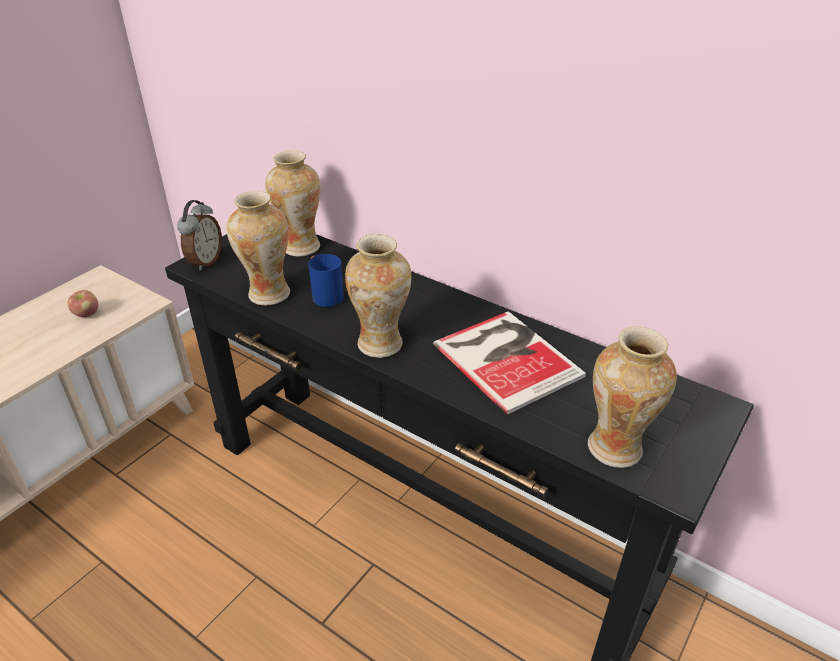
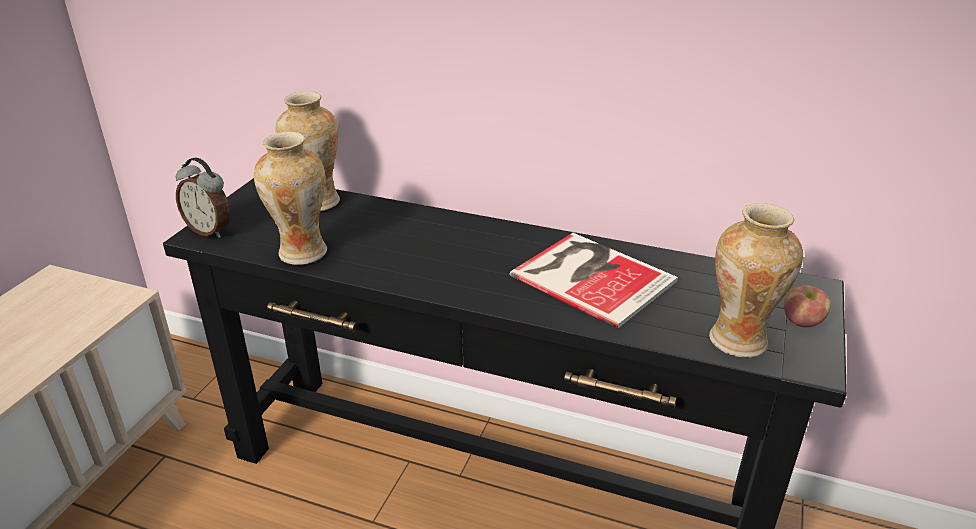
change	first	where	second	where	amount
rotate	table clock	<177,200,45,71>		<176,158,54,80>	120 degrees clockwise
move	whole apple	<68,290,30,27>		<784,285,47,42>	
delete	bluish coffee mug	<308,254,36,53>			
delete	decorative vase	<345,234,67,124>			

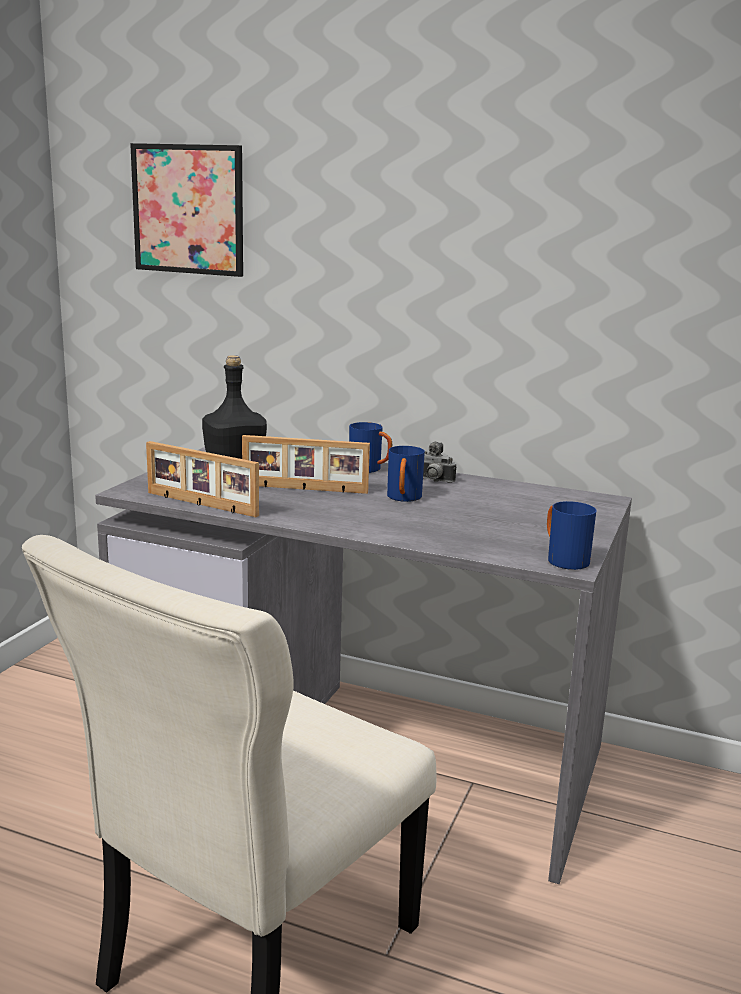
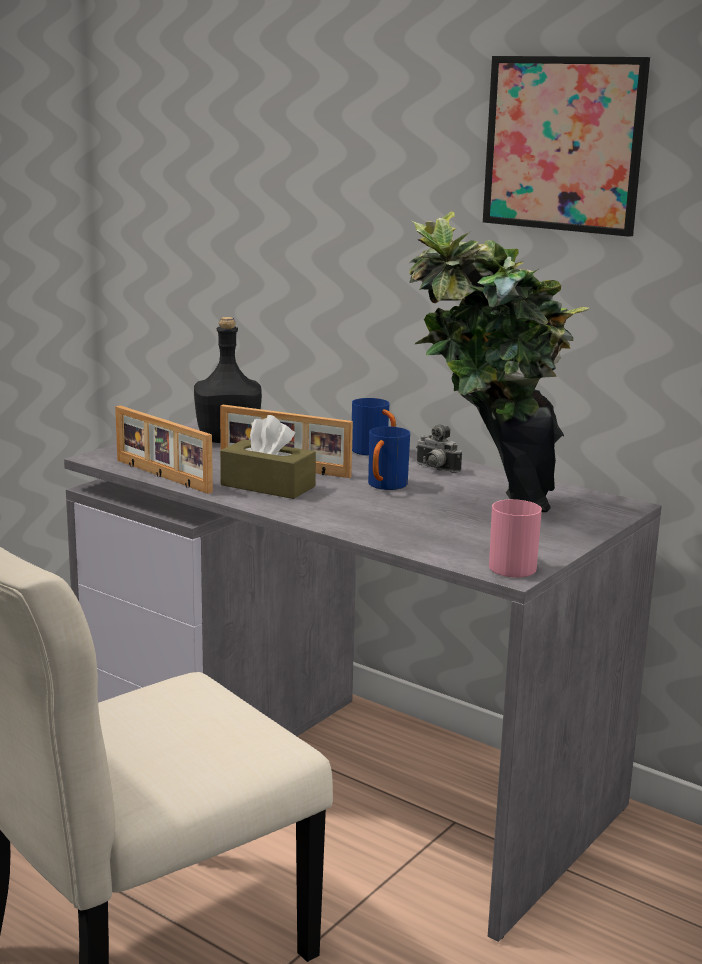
change	first	where	second	where	amount
insert			brown-coloured box of tissues	<220,415,96,84>	
insert			plant in a pot	<409,212,181,300>	
move	picture	<130,143,113,134>		<483,56,167,181>	
recolor	bluish coffee mug	<547,501,49,69>	pink coffee mug	<489,499,53,78>	

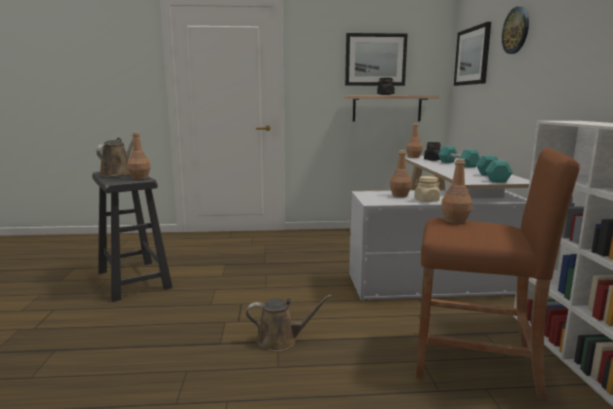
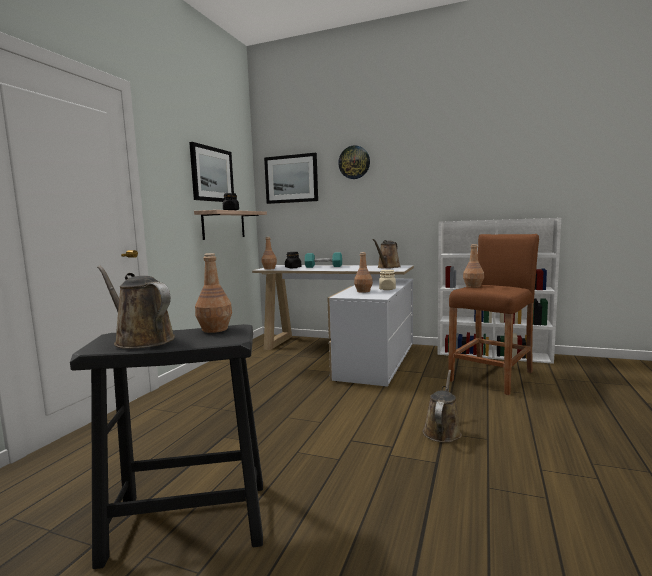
change	first	where	second	where	amount
replace	turquoise-coloured free weight	<476,155,37,28>	brown-coloured watering pot	<372,239,29,30>	

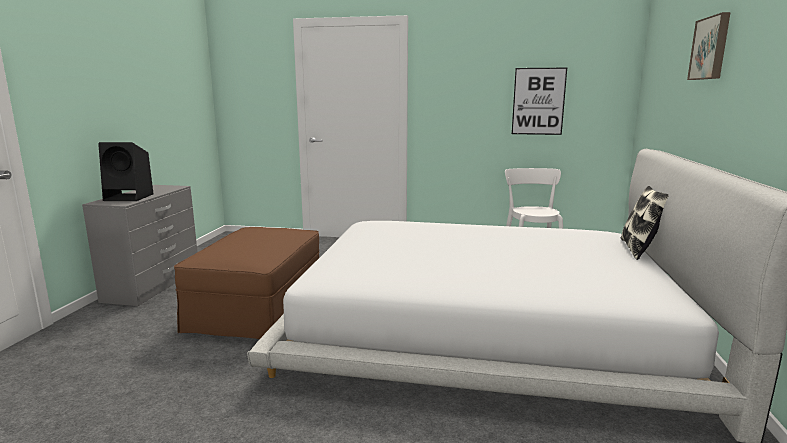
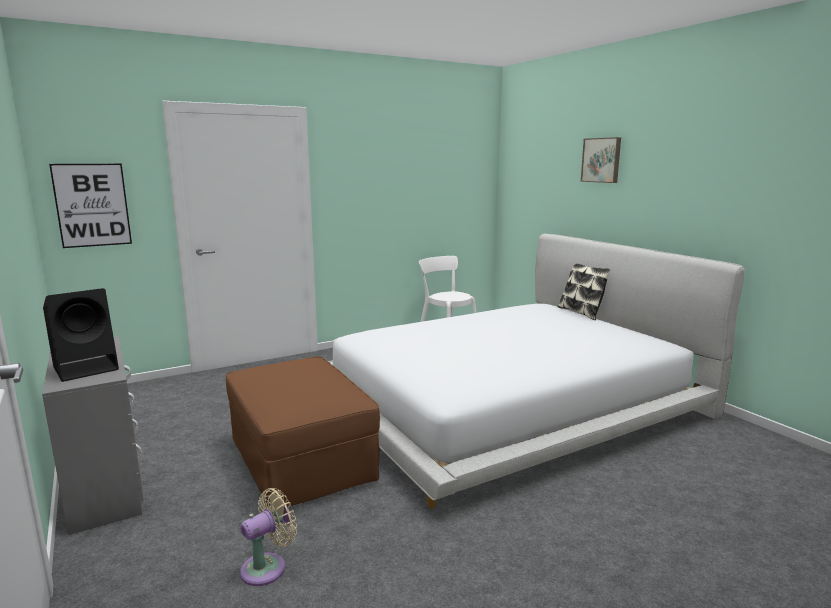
change	first	where	second	where	amount
move	picture	<512,68,55,67>		<49,164,83,84>	
insert			sand-coloured fan	<240,488,57,98>	

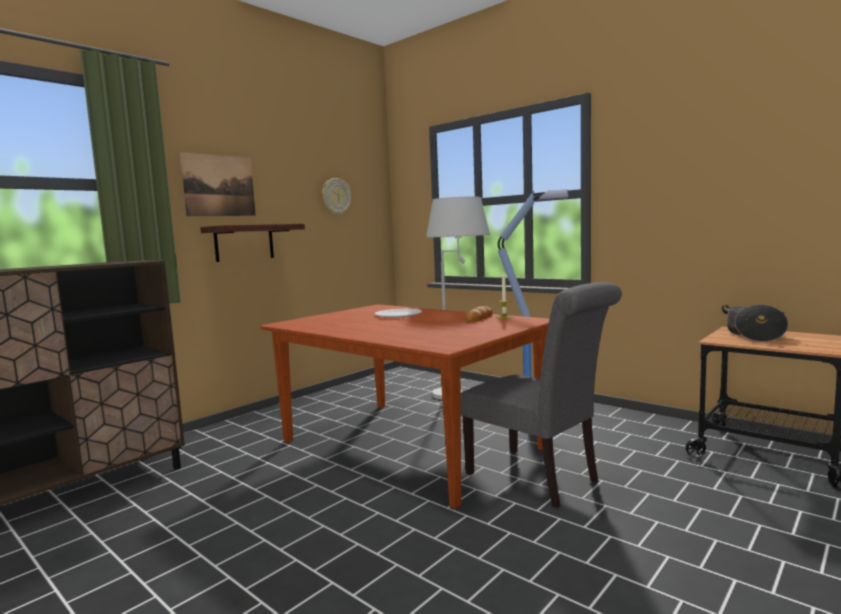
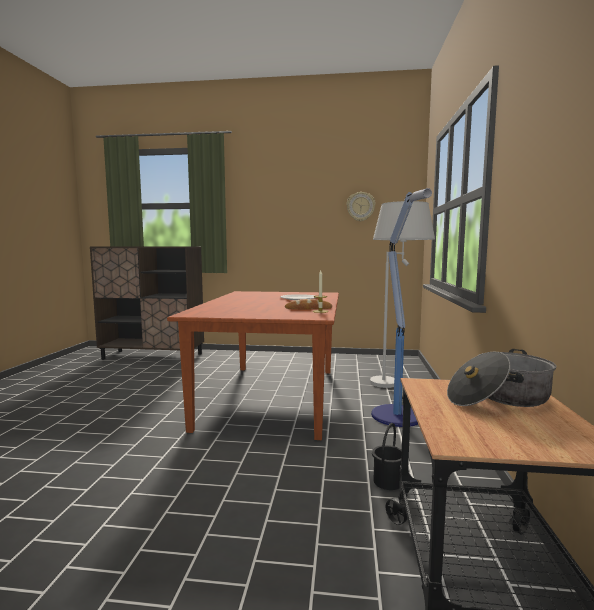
change	first	where	second	where	amount
insert			blackish bucket	<372,423,30,67>	
delete	picture	<179,152,77,64>			
delete	shelf	<200,224,105,38>			
delete	grey plain chair	<461,282,161,226>			

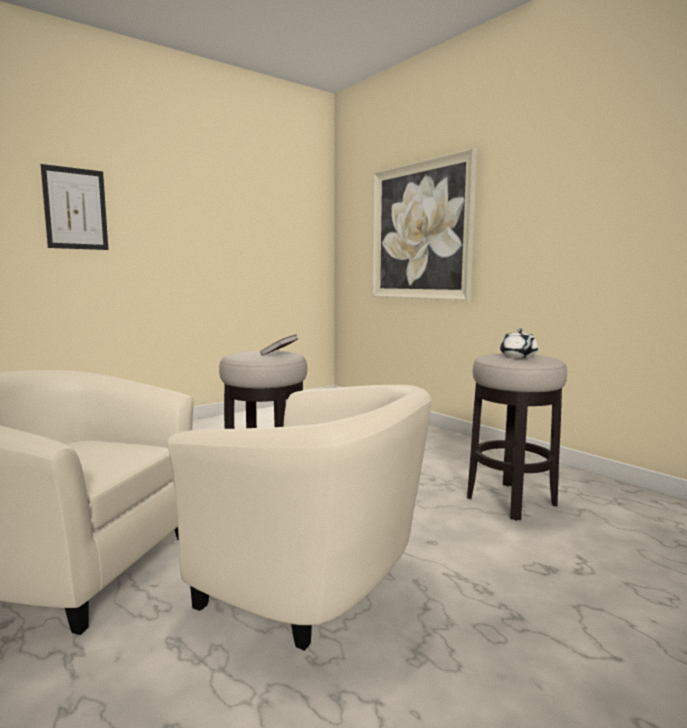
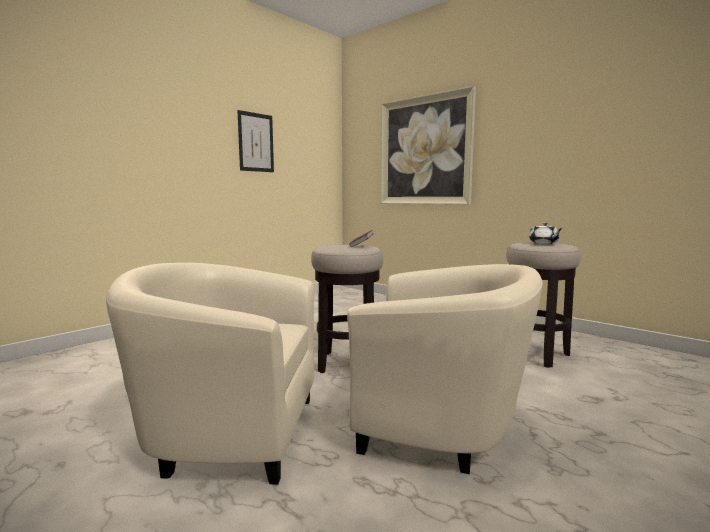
change	first	where	second	where	amount
move	picture	<41,164,67,86>		<237,110,37,62>	

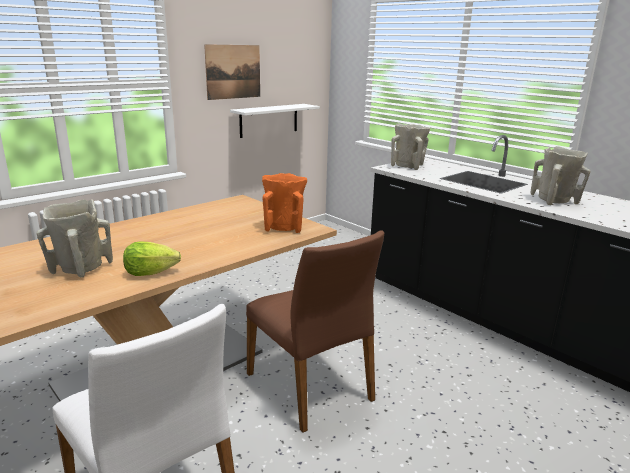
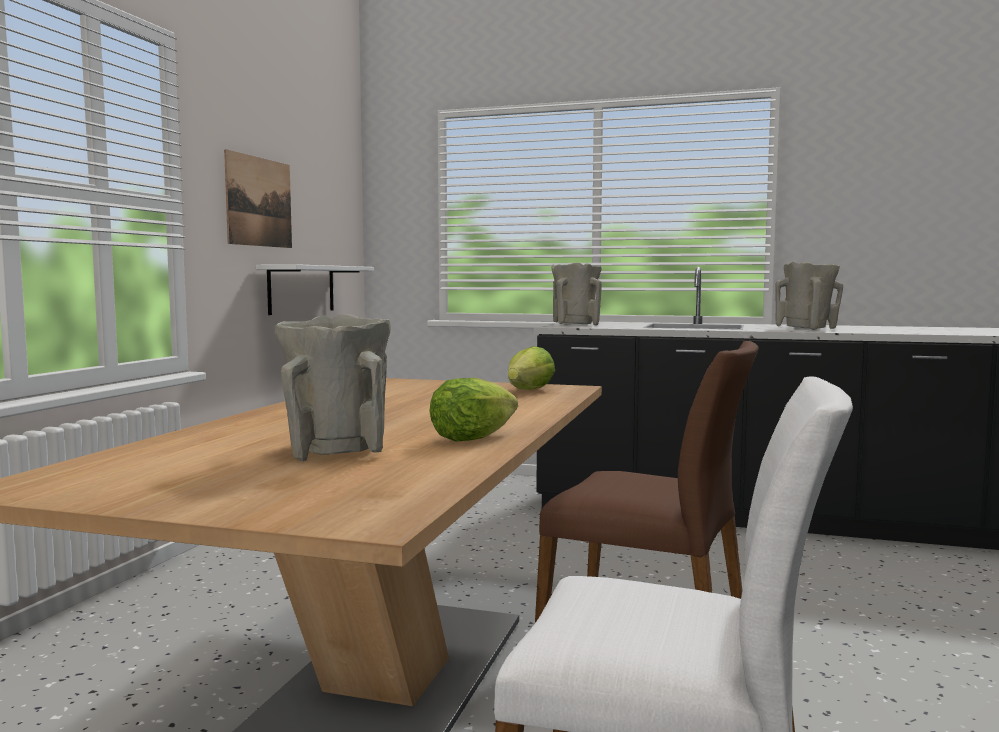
change	first	where	second	where	amount
replace	orange decorative vase	<262,173,45,60>	lettuce head	<508,346,47,43>	

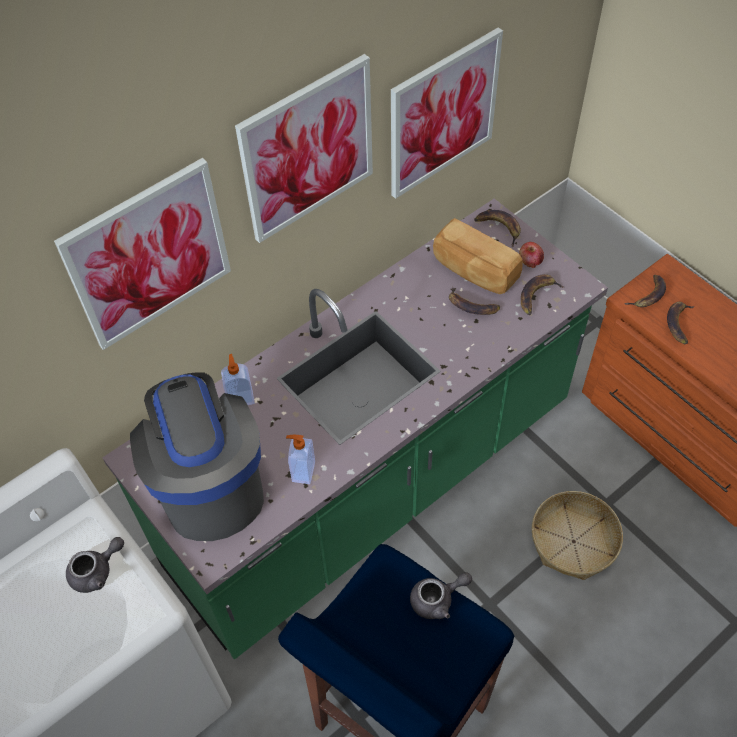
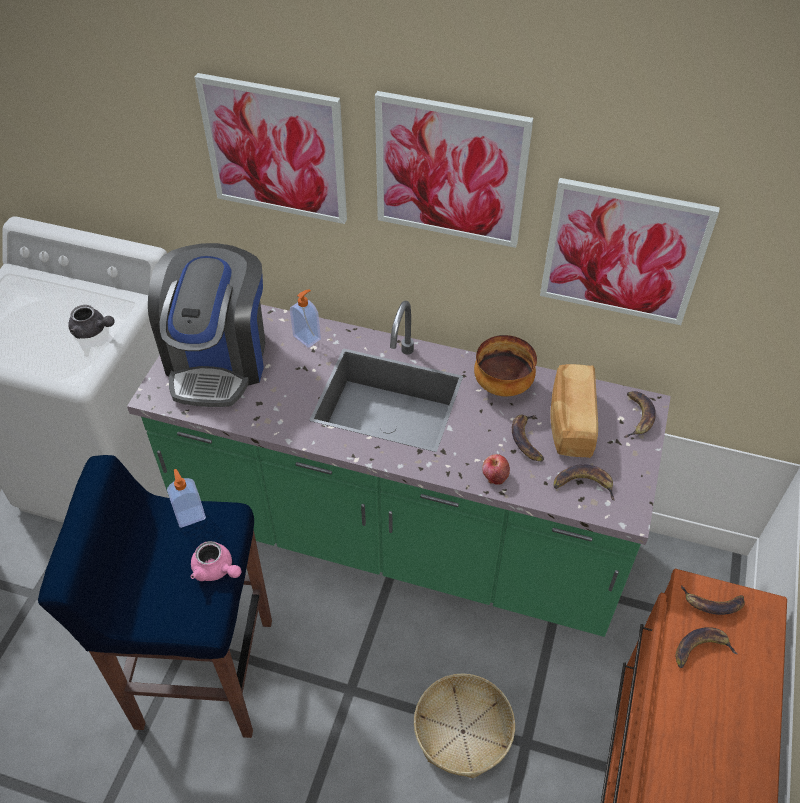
change	first	where	second	where	amount
rotate	coffee machine	<130,372,134,169>		<148,243,117,164>	150 degrees clockwise
move	soap dispenser	<286,435,29,49>		<167,469,39,59>	
recolor	grey teapot	<410,572,62,47>	pink teapot	<191,541,50,40>	
insert			serving bowl	<474,335,63,61>	
move	whole apple	<519,242,25,26>		<482,454,28,31>	

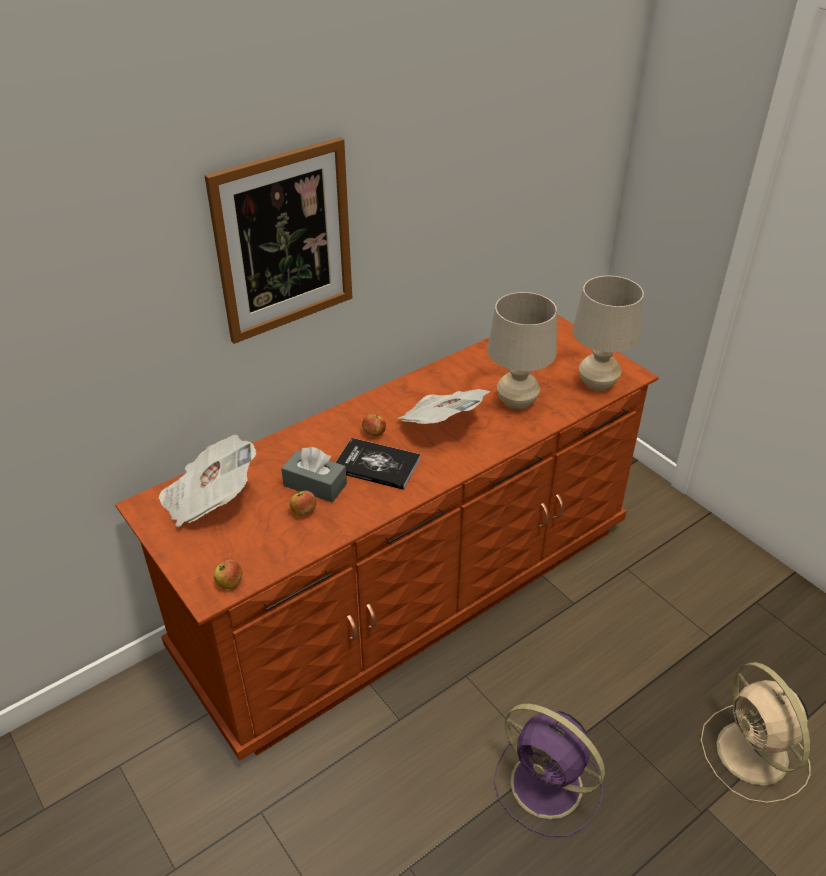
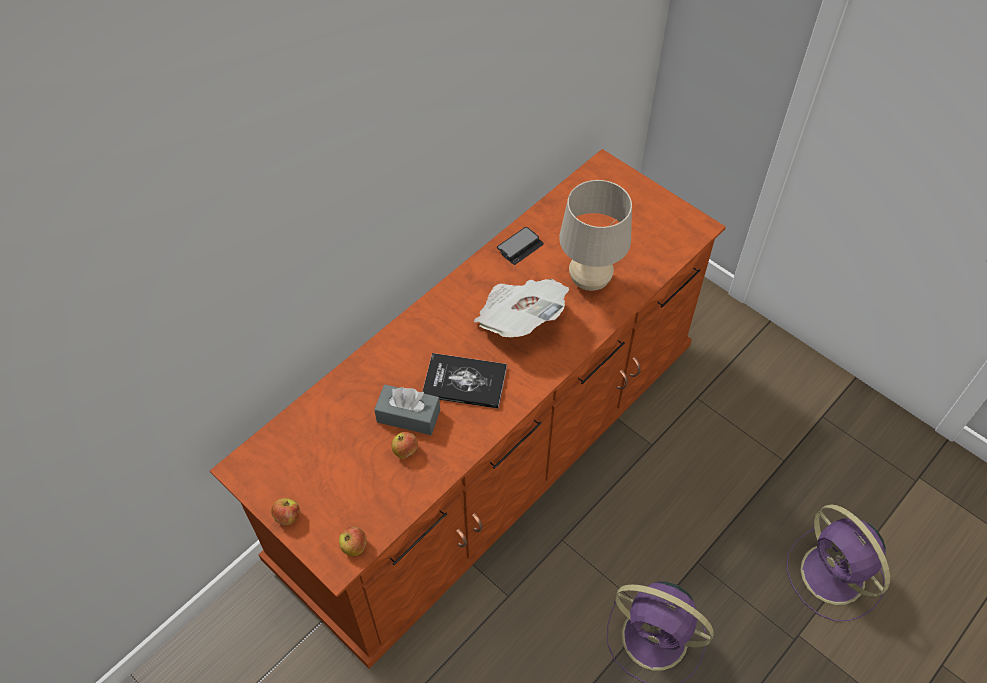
change	first	where	second	where	amount
move	whole apple	<362,414,24,23>		<271,498,29,27>	
insert			handset	<497,227,47,38>	
recolor	sand-coloured fan	<701,662,110,141>	purplish fan	<786,505,104,116>	
delete	daily paper	<159,435,97,92>			
delete	picture	<205,137,147,207>			
delete	sand-coloured lamp for a table	<573,276,71,115>			

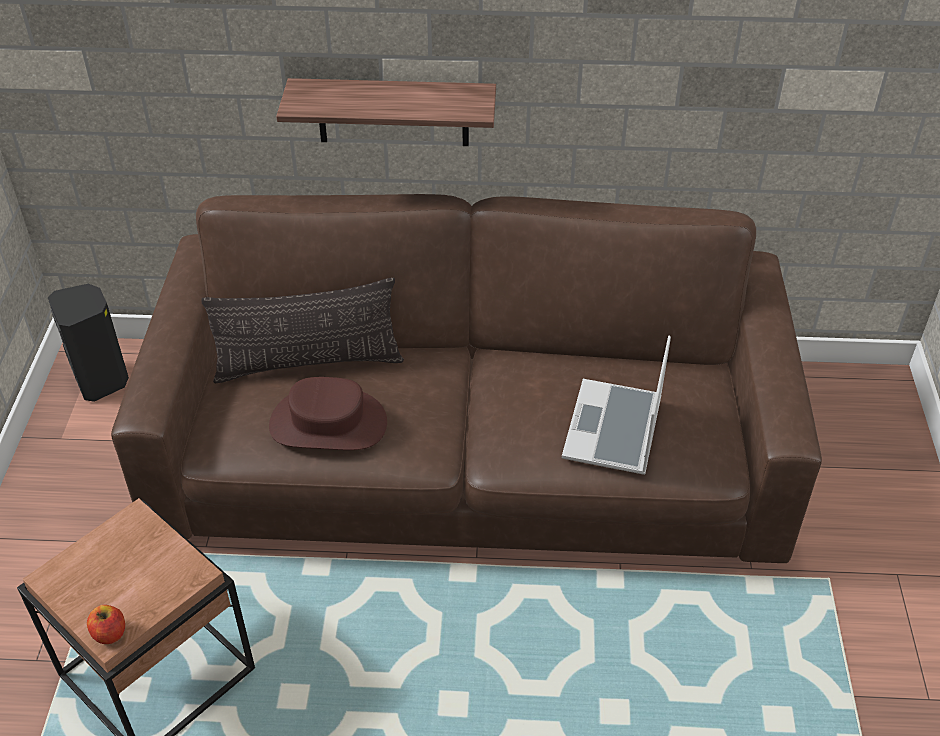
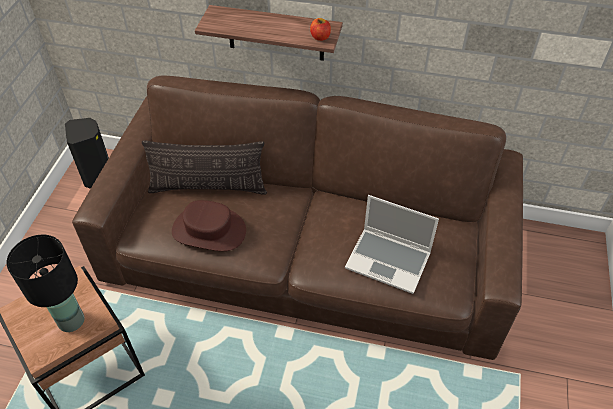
change	first	where	second	where	amount
insert			blackish lamp for a table	<7,235,78,97>	
move	whole apple	<87,605,38,39>		<310,18,21,23>	
rotate	notebook computer	<562,335,109,140>		<345,195,94,99>	90 degrees counterclockwise

